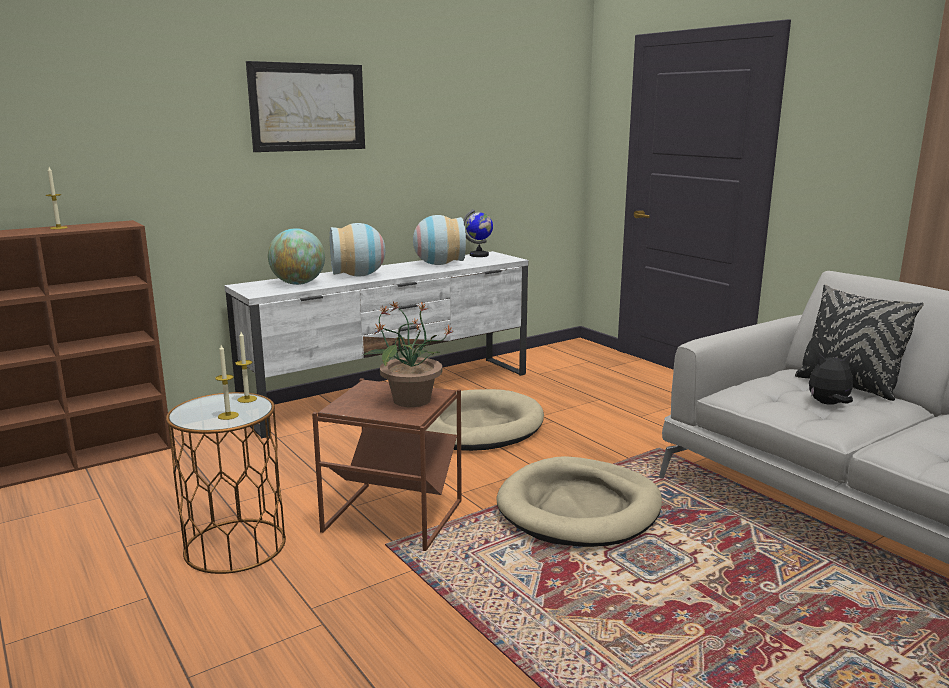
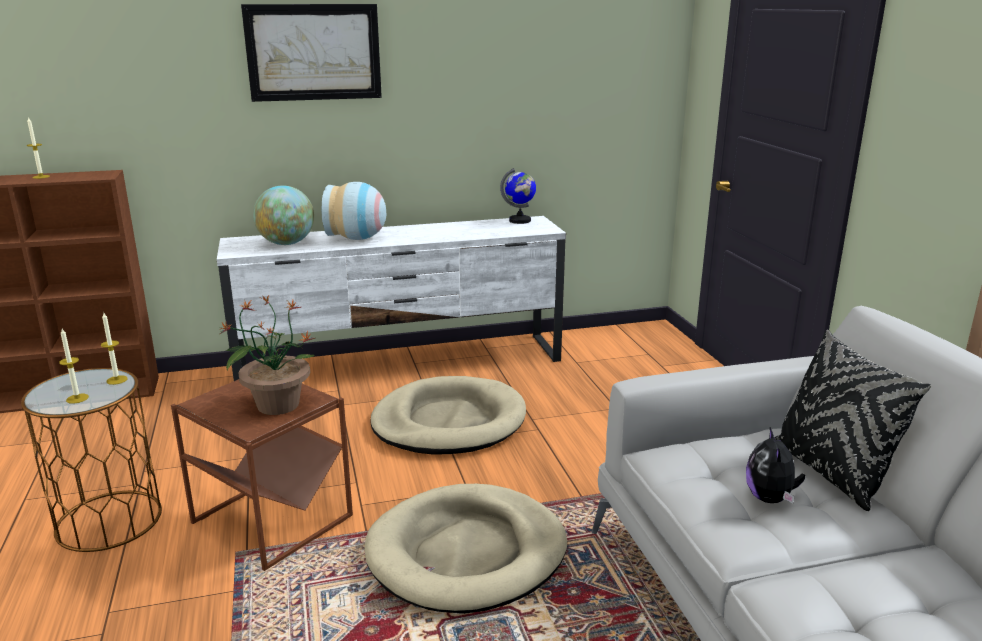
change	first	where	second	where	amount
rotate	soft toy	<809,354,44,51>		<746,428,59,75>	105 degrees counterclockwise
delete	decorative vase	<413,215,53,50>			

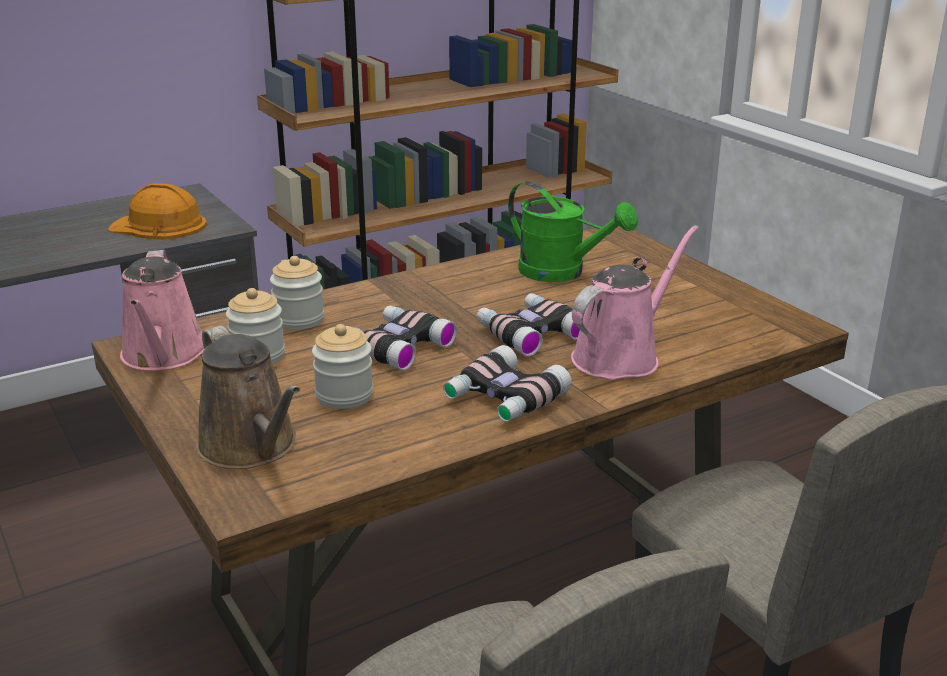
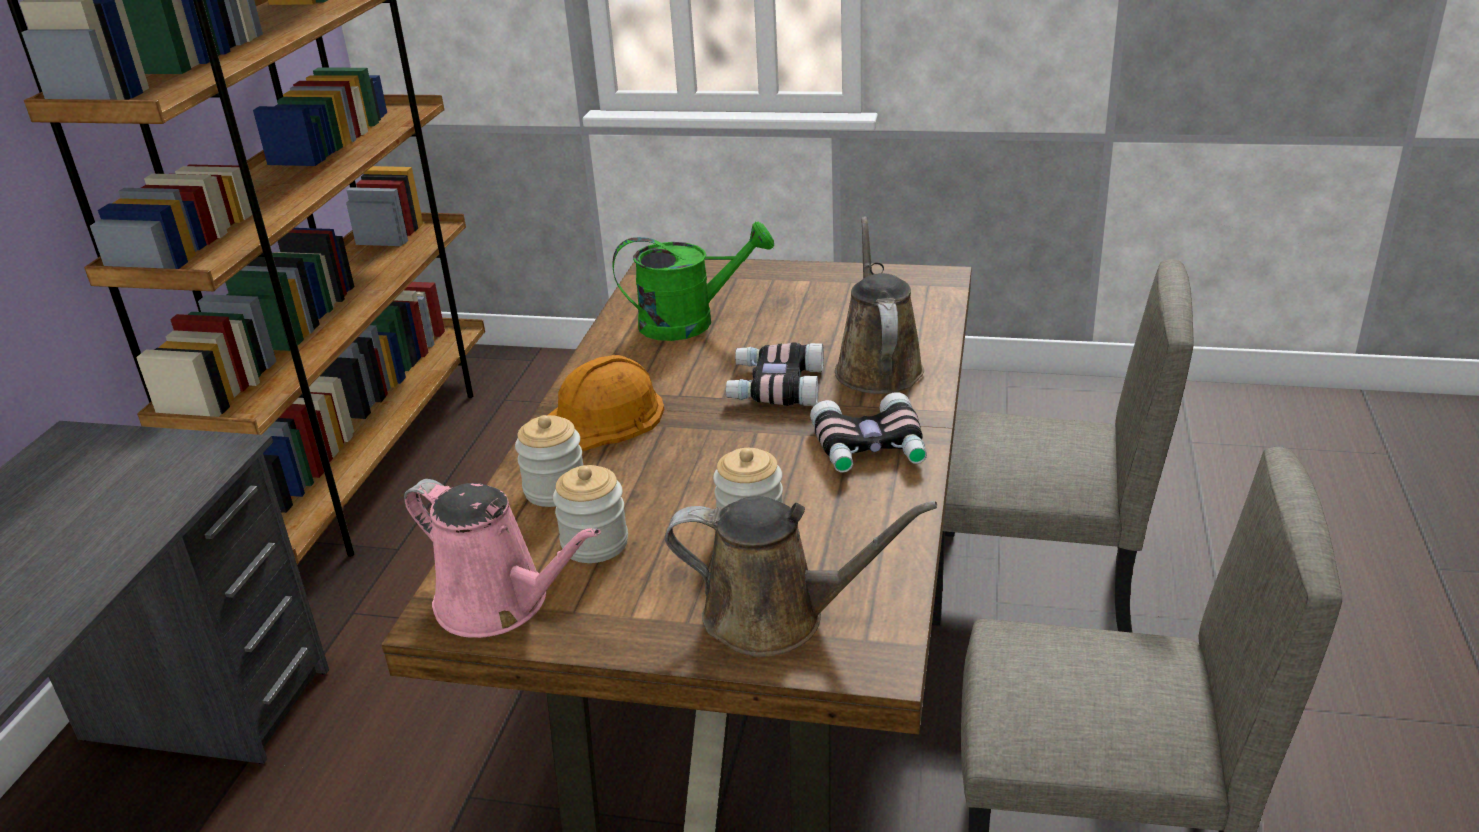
change	first	where	second	where	amount
move	orange work helmet	<108,183,99,57>		<548,355,116,96>	
recolor	pink watering pot	<571,225,128,155>	brown-coloured watering pot	<835,217,89,177>	
delete	pair of binoculars	<348,306,109,65>			

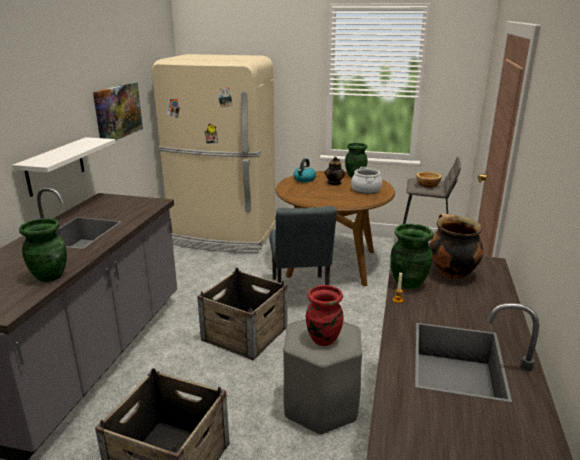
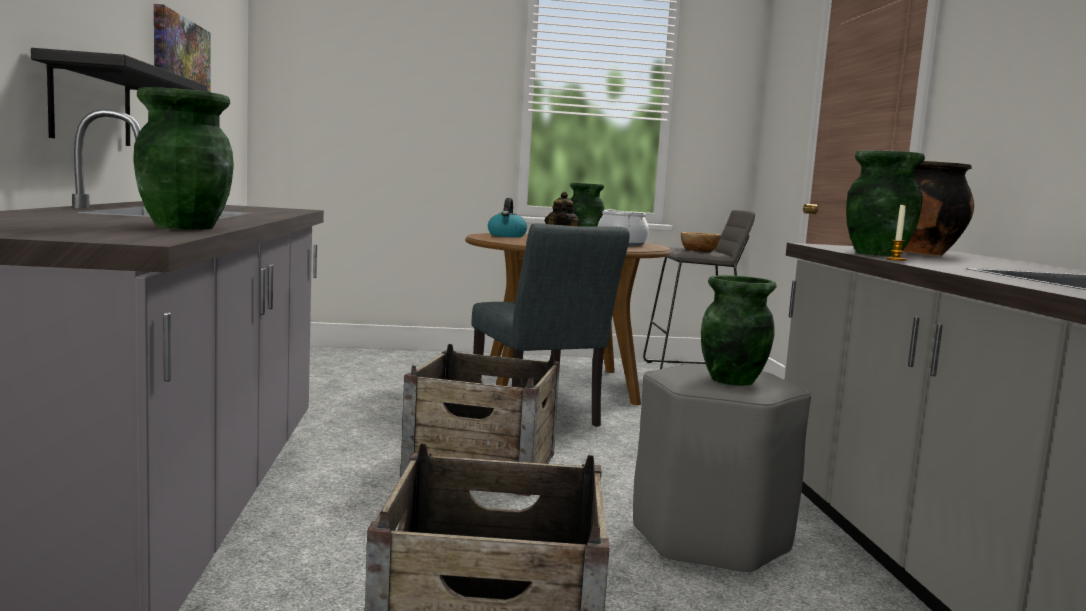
change	first	where	second	where	amount
recolor	white-coloured shelf	<12,137,104,60>	blackish shelf	<31,48,176,98>	
recolor	reddish decorative vase	<306,285,38,61>	green-coloured decorative vase	<701,275,75,111>	
delete	sand-coloured fridge	<152,54,123,199>			

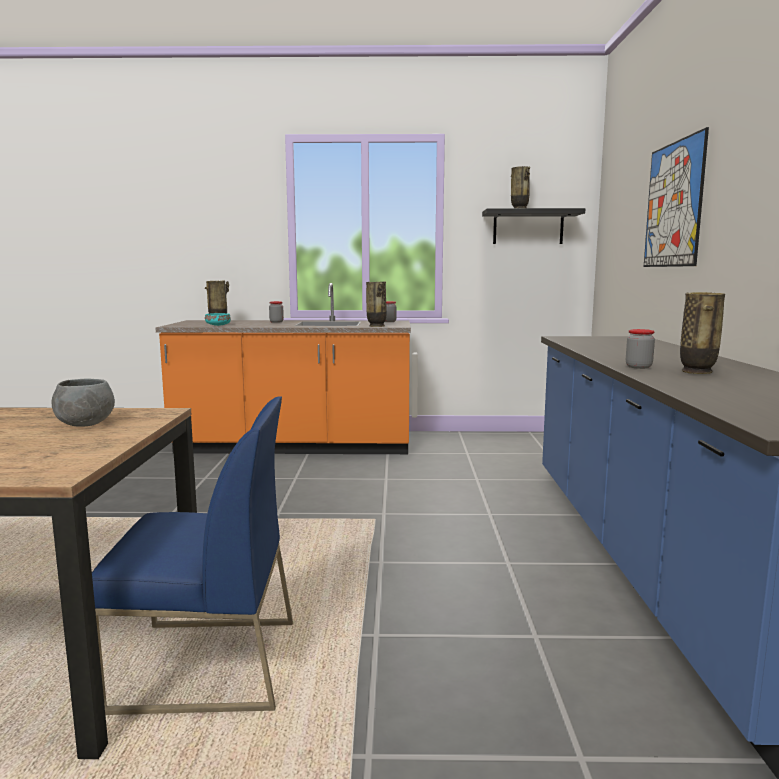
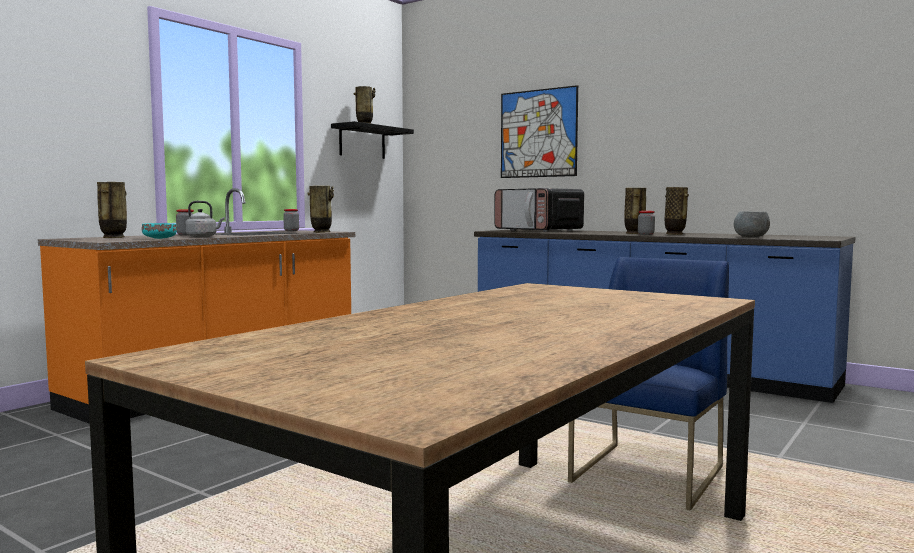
change	first	where	second	where	amount
insert			grey kettle	<185,201,40,36>	
insert			microwave	<494,188,90,44>	
insert			decorative vase	<624,188,22,46>	
move	grey serving bowl	<51,379,64,48>		<734,211,36,26>	

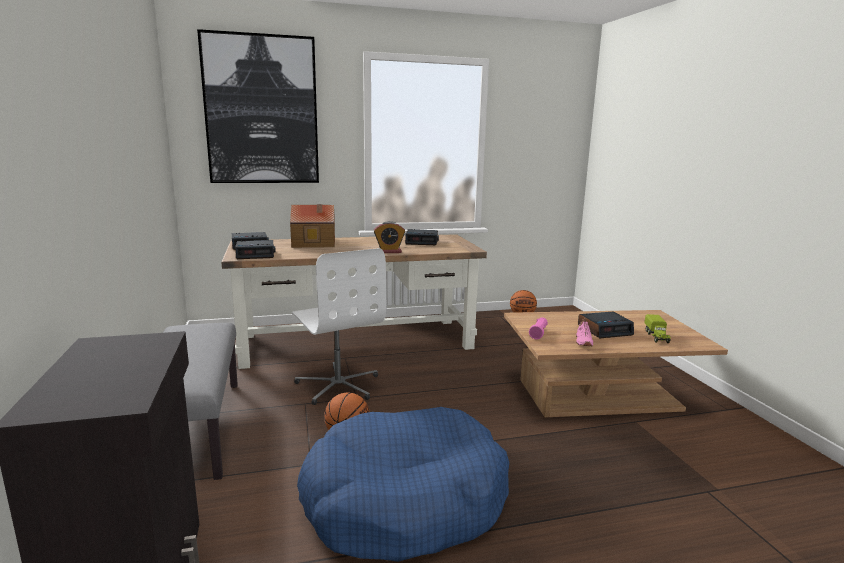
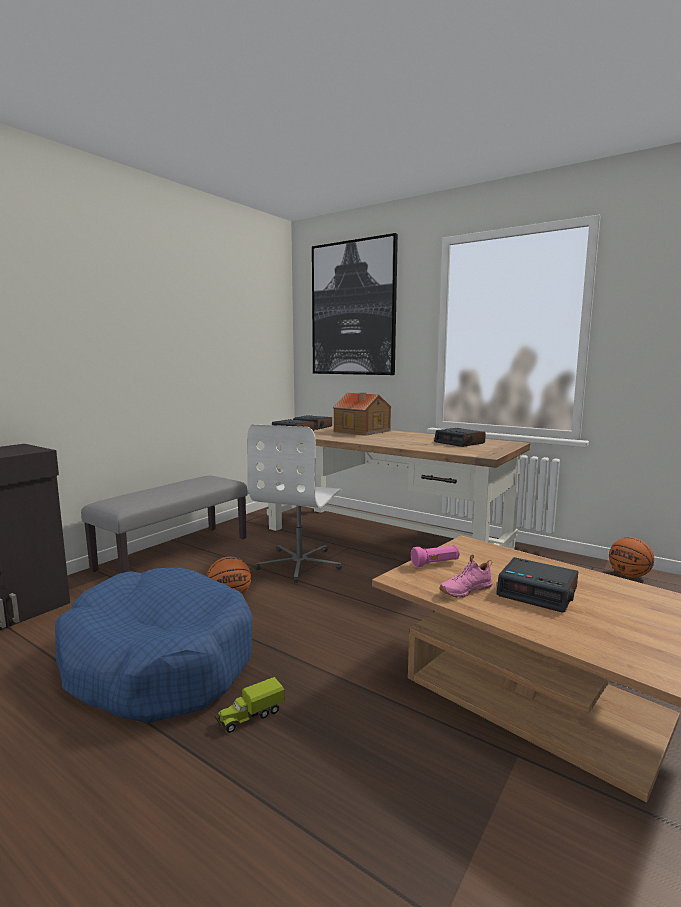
change	first	where	second	where	amount
move	model truck	<645,314,26,29>		<215,677,69,56>	
delete	table clock	<374,221,31,32>			

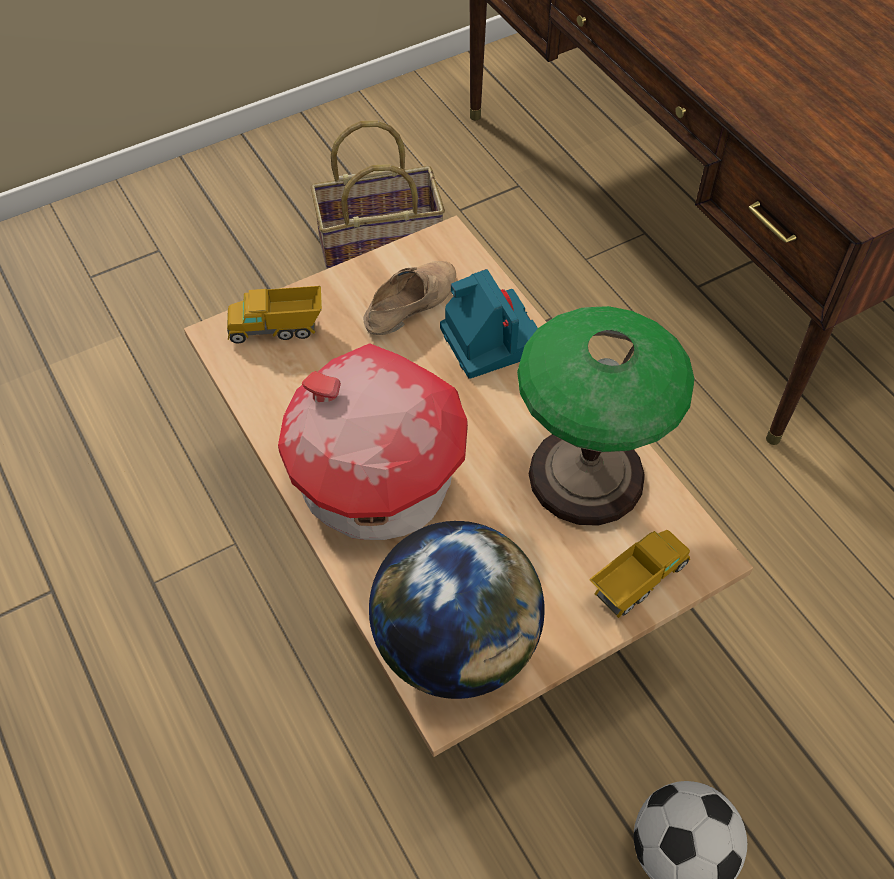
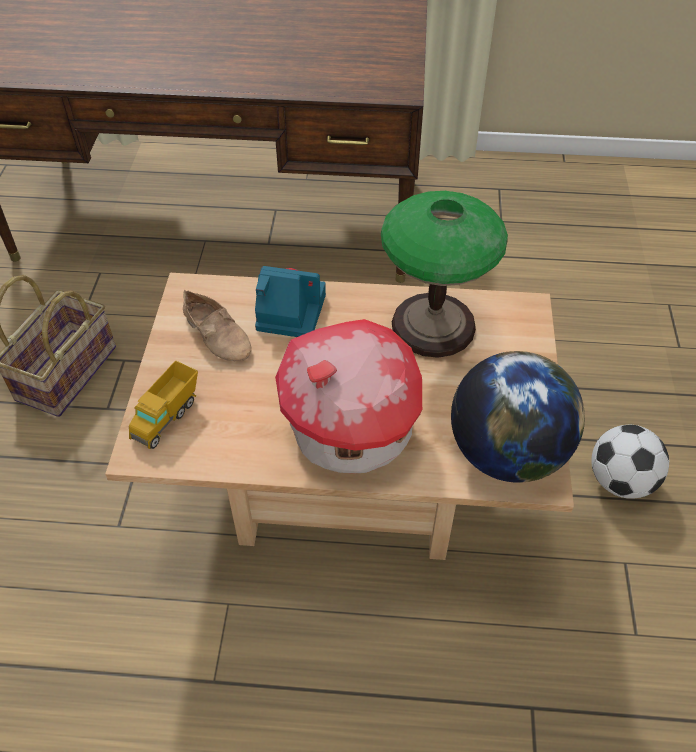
change	first	where	second	where	amount
rotate	sand-coloured low shoe	<363,261,93,74>		<183,290,69,71>	150 degrees clockwise
delete	model truck	<590,530,100,88>			

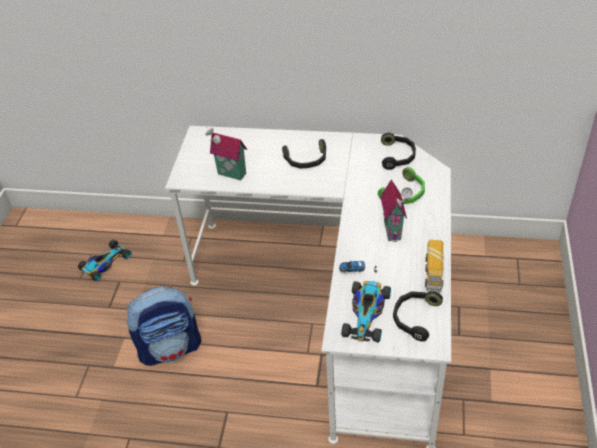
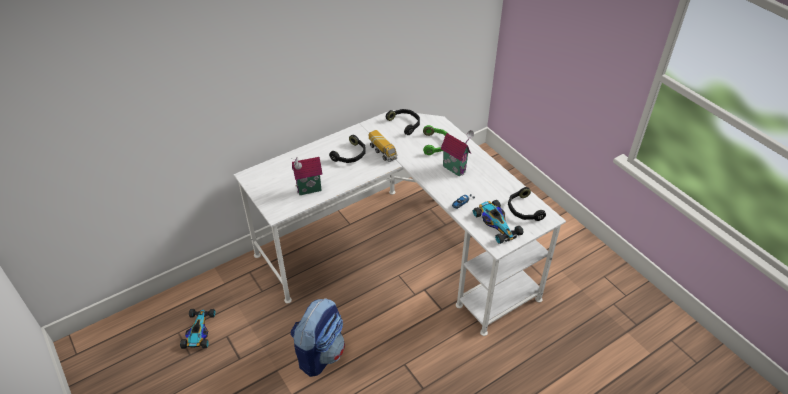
change	first	where	second	where	amount
move	model truck	<425,240,18,53>		<369,130,28,32>	

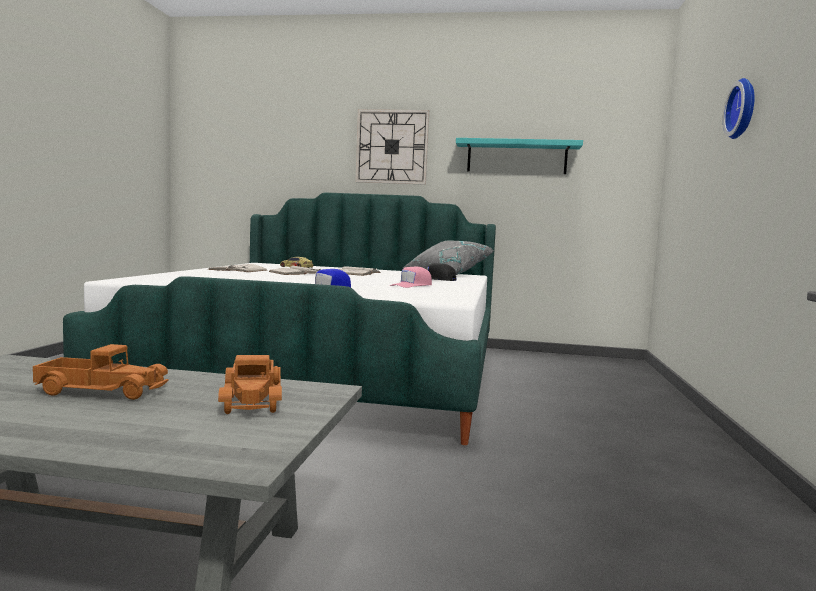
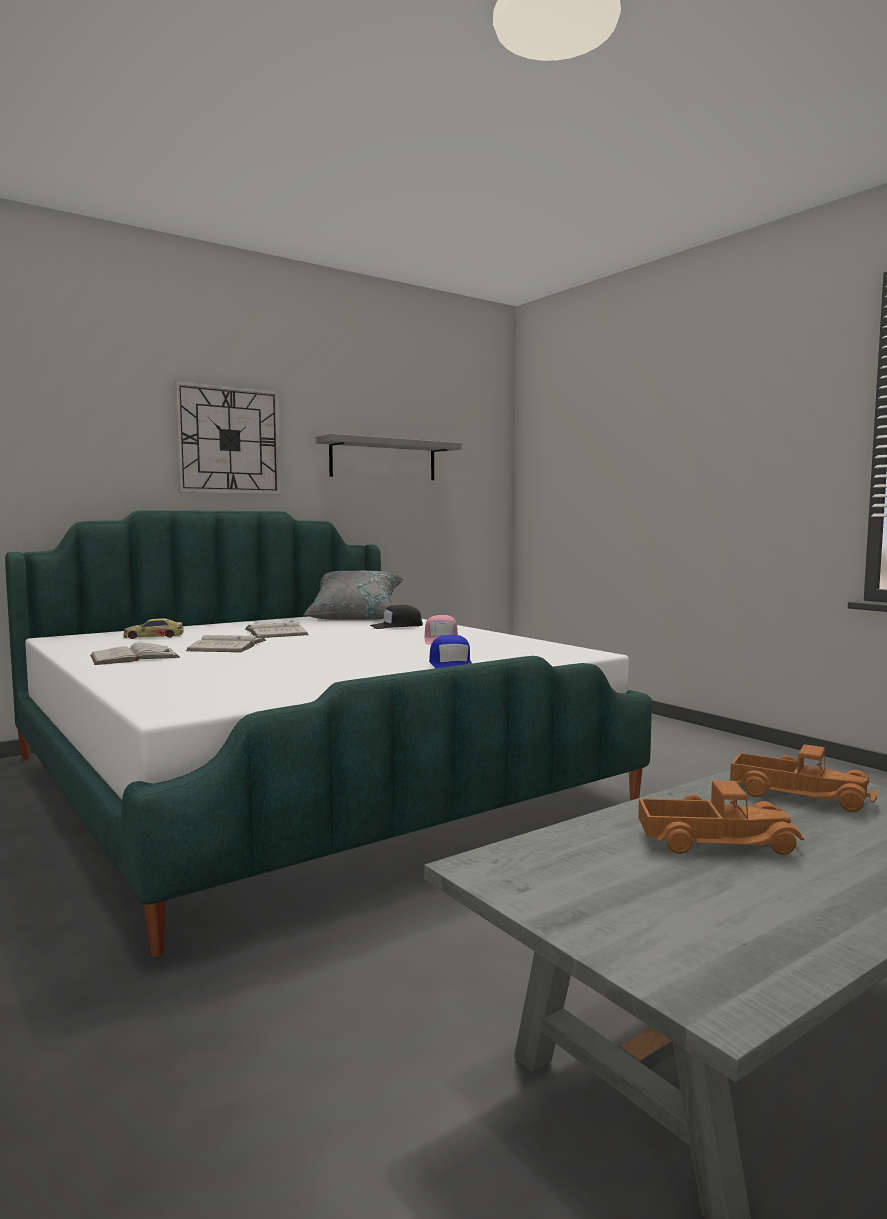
change	first	where	second	where	amount
recolor	turquoise-coloured shelf	<456,138,127,36>	grey shelf	<316,434,146,46>	
rotate	model truck	<33,344,135,56>		<638,781,166,74>	45 degrees clockwise
delete	clock on the wall	<723,78,31,61>			

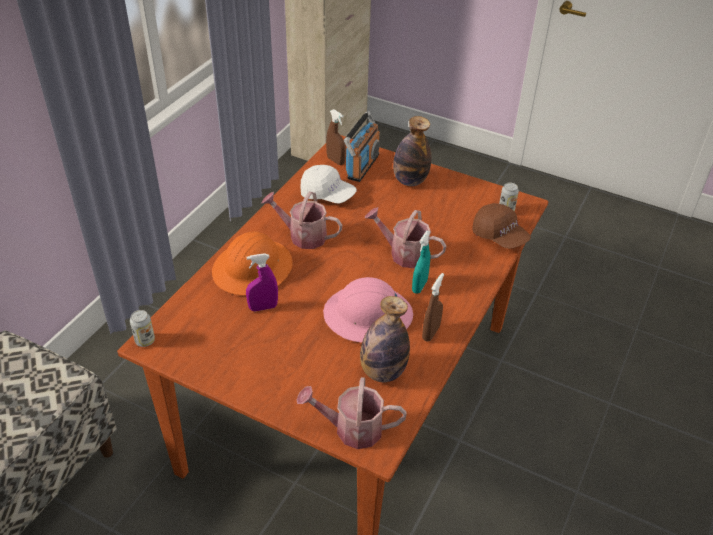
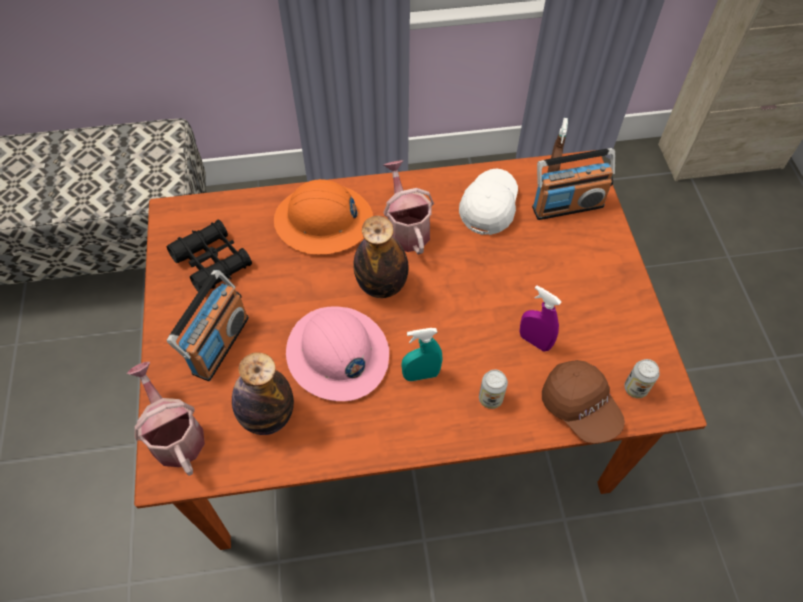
change	first	where	second	where	amount
insert			blackish pair of binoculars	<167,219,85,73>	
insert			radio set	<167,270,82,111>	
move	beverage bottle	<393,116,38,70>		<354,216,55,82>	
rotate	white-coloured cap	<301,165,56,39>		<459,168,59,67>	150 degrees counterclockwise
move	metal can	<130,310,25,37>		<479,370,29,39>	
move	purplish sprayer	<246,253,32,58>		<520,286,42,66>	
rotate	brown-coloured cap	<472,203,59,46>		<542,360,83,83>	45 degrees counterclockwise
delete	watering pot	<365,207,81,61>			
delete	brown-coloured sprayer	<422,273,22,69>			

